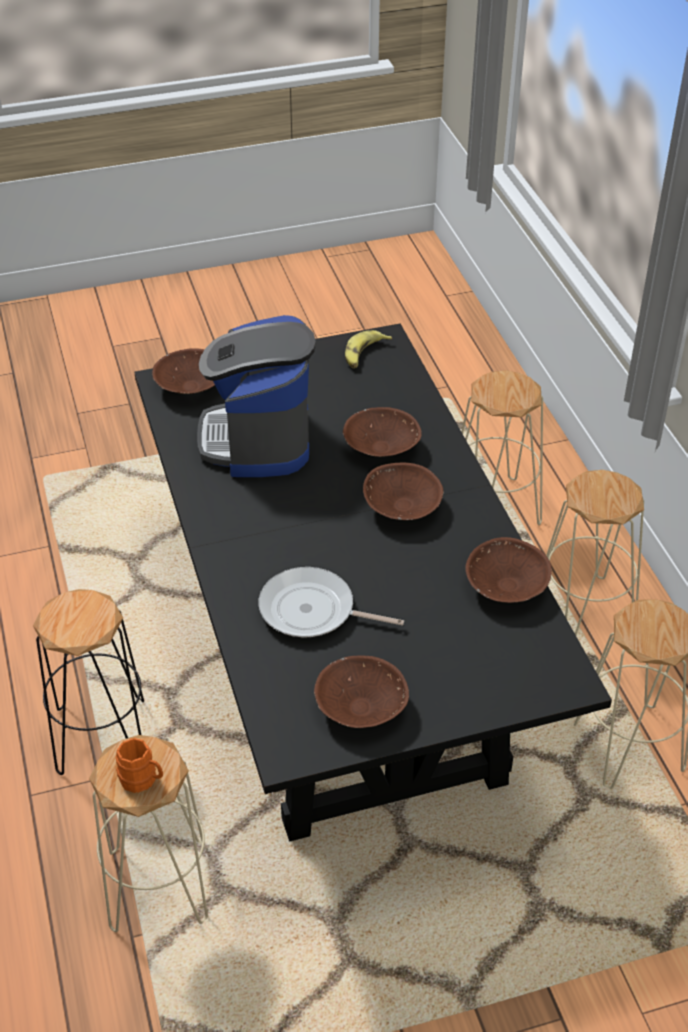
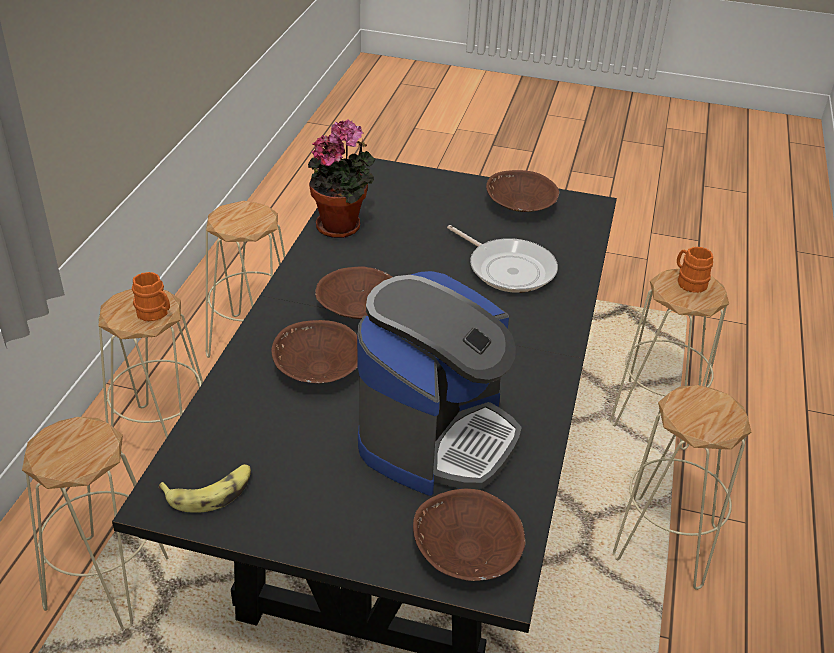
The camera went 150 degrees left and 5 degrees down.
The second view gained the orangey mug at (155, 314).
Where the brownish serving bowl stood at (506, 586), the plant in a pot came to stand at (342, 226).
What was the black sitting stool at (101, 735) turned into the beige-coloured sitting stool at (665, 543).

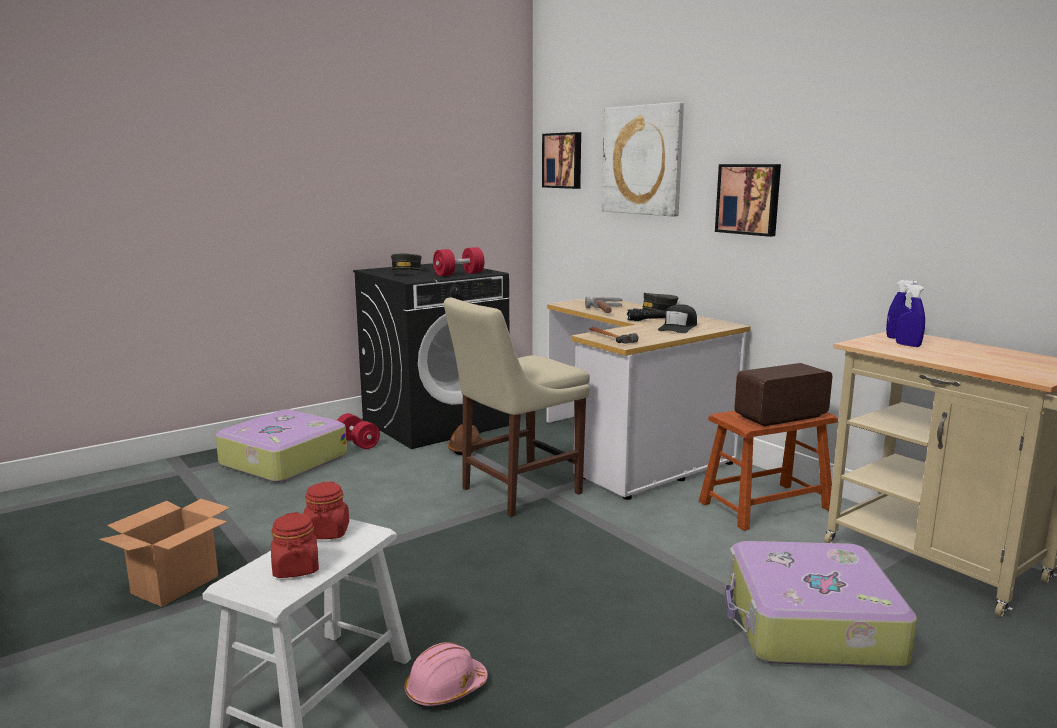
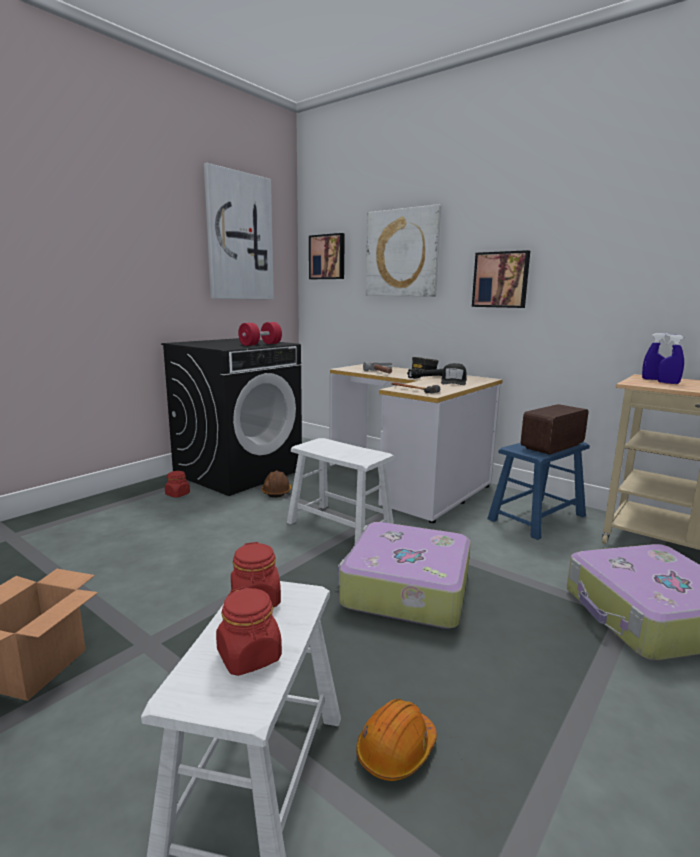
The camera went 15 degrees left and 0 degrees up.
Where the reddish free weight stood at (357, 443), the reddish preserve jar came to stand at (177, 494).
The second view gained the picture at (239, 237).
Where the beige-coloured upright chair stood at (516, 492), the white-coloured sitting stool came to stand at (340, 525).
The travel case ended up elsewhere, having gone from (282, 460) to (405, 589).
What was the pink-coloured work helmet at (445, 689) turned into the orangey work helmet at (396, 750).
What was the brownish sitting stool at (765, 506) turned into the blue-coloured sitting stool at (537, 517).
The second view lost the gray peaked cap at (406, 272).

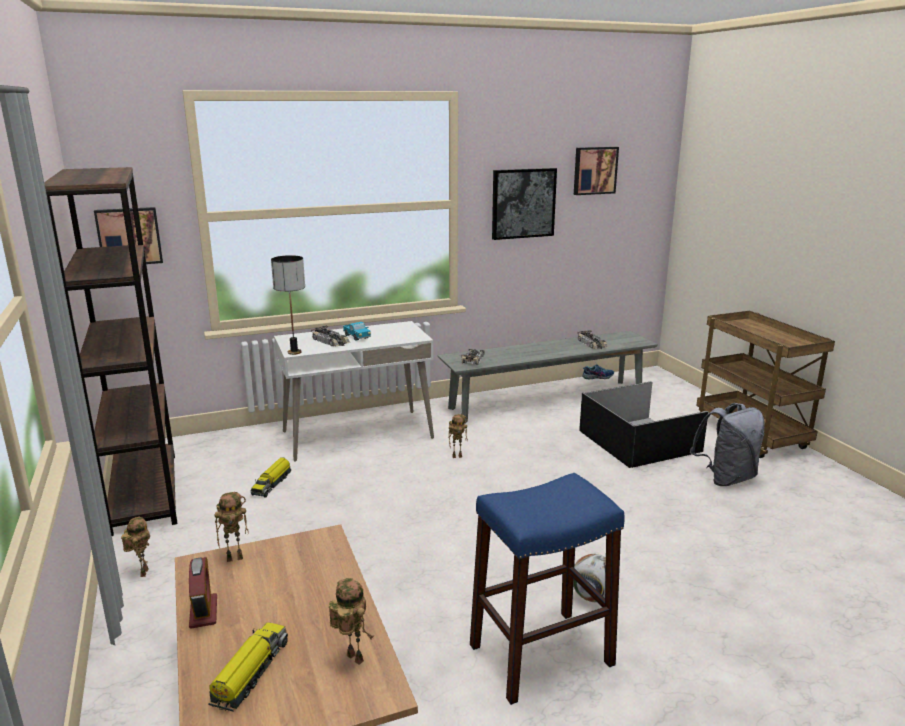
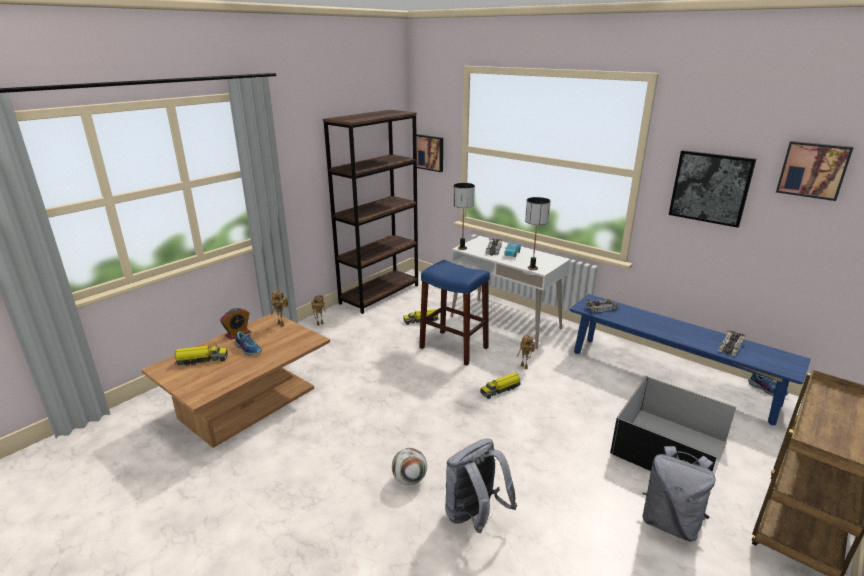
The camera went 60 degrees right and 5 degrees up.
The second view gained the low shoe at (248, 348).
The blue-coloured sitting stool ended up elsewhere, having gone from (540, 655) to (453, 347).
The second view gained the gray knapsack at (474, 516).
The second view gained the toy truck at (500, 389).
The second view gained the tabletop lamp at (532, 268).
What was the gray long seat at (547, 401) turned into the blue-coloured long seat at (669, 377).
The second view lost the model robot at (352, 659).

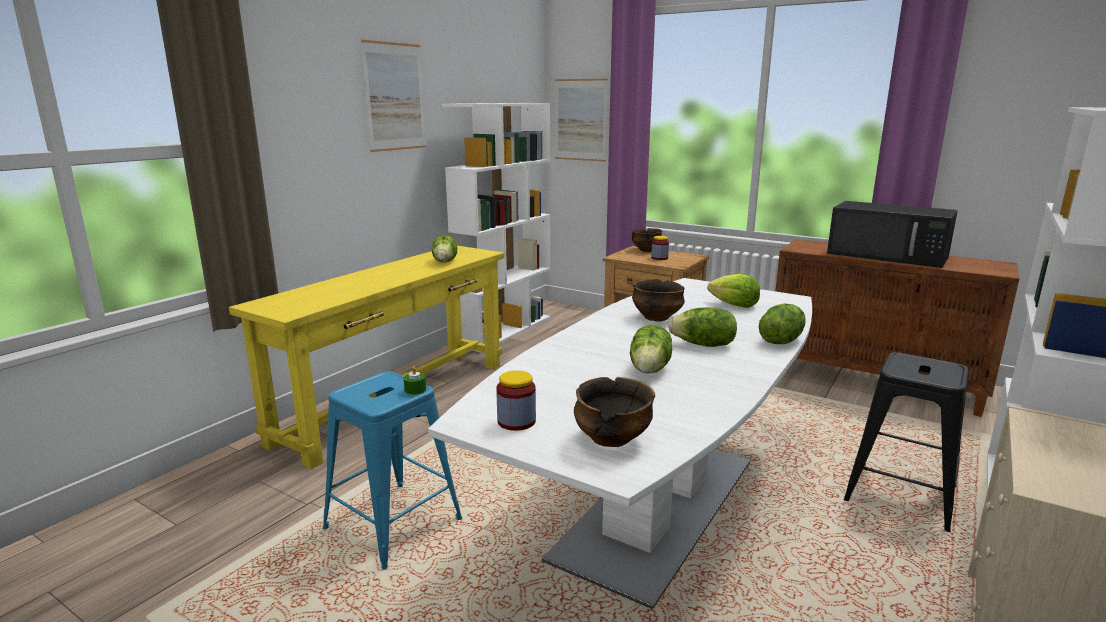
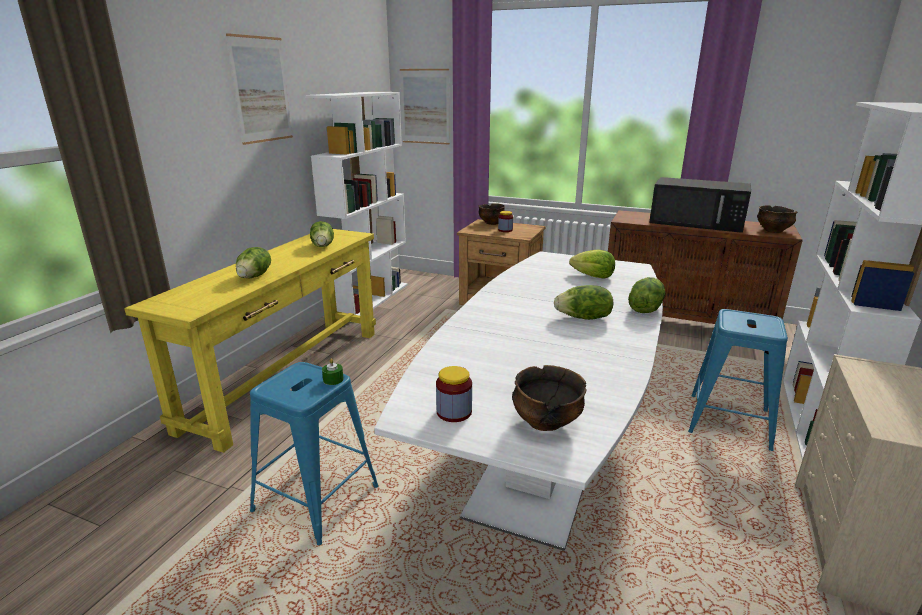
The camera went 10 degrees left and 5 degrees up.
The lettuce head ended up elsewhere, having gone from (650, 369) to (255, 276).
What was the black sitting stool at (900, 493) turned into the blue-coloured sitting stool at (728, 421).
The serving bowl ended up elsewhere, having gone from (656, 317) to (773, 231).

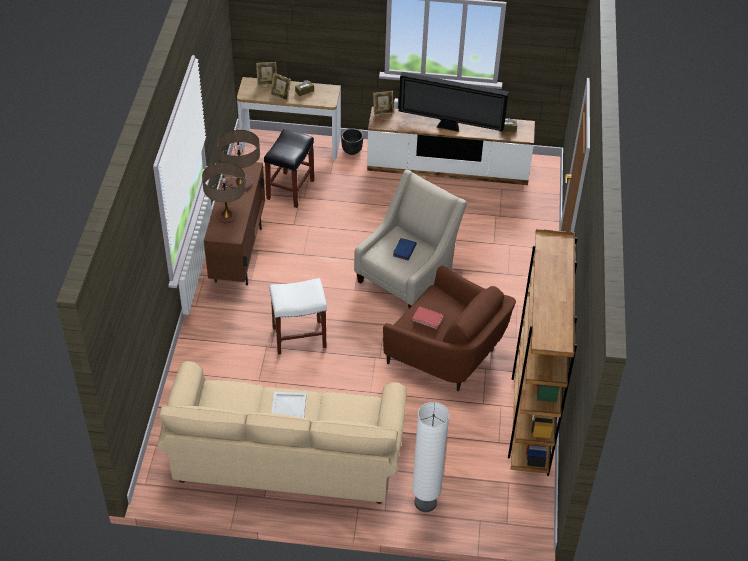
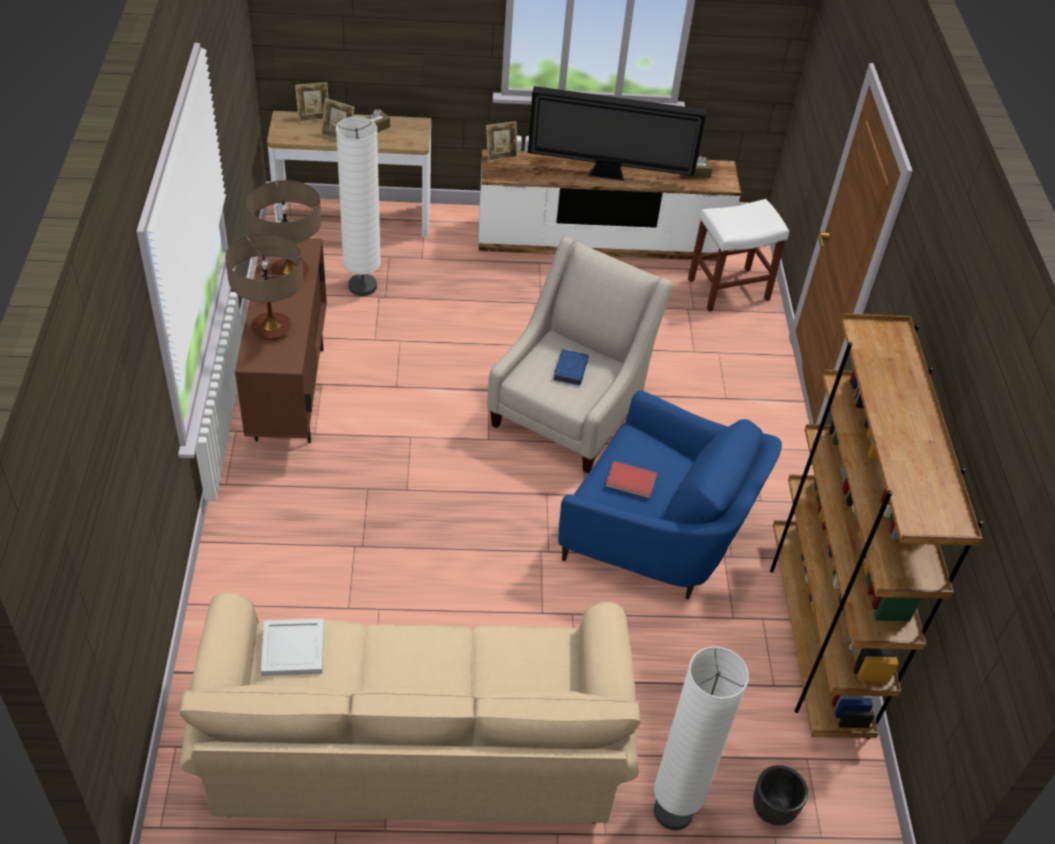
The camera went 10 degrees left and 0 degrees up.
The white-coloured serving tray ended up elsewhere, having gone from (288, 408) to (292, 650).
Where the black sitting stool stood at (290, 190), the white-coloured standing lamp came to stand at (362, 286).
What was the brownish armchair at (447, 355) turned into the blue-coloured armchair at (657, 537).
The white-coloured sitting stool ended up elsewhere, having gone from (300, 336) to (729, 289).
The black flower pot ended up elsewhere, having gone from (352, 150) to (772, 809).

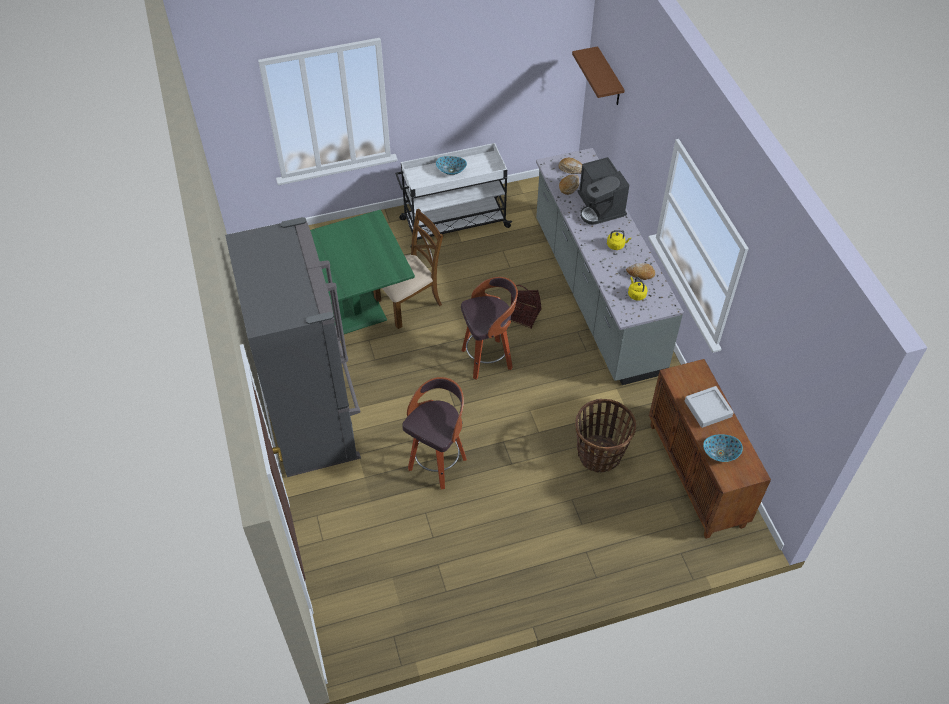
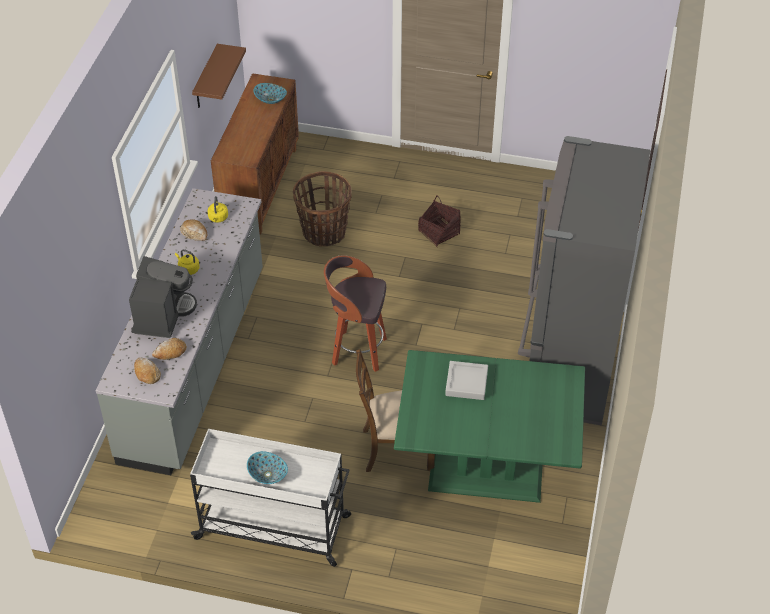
The camera went 150 degrees left and 5 degrees down.
The brownish shelf ended up elsewhere, having gone from (609, 78) to (206, 78).
The household basket ended up elsewhere, having gone from (523, 315) to (439, 232).
The gray serving tray ended up elsewhere, having gone from (708, 409) to (466, 383).
The second view lost the sitting stool at (438, 463).

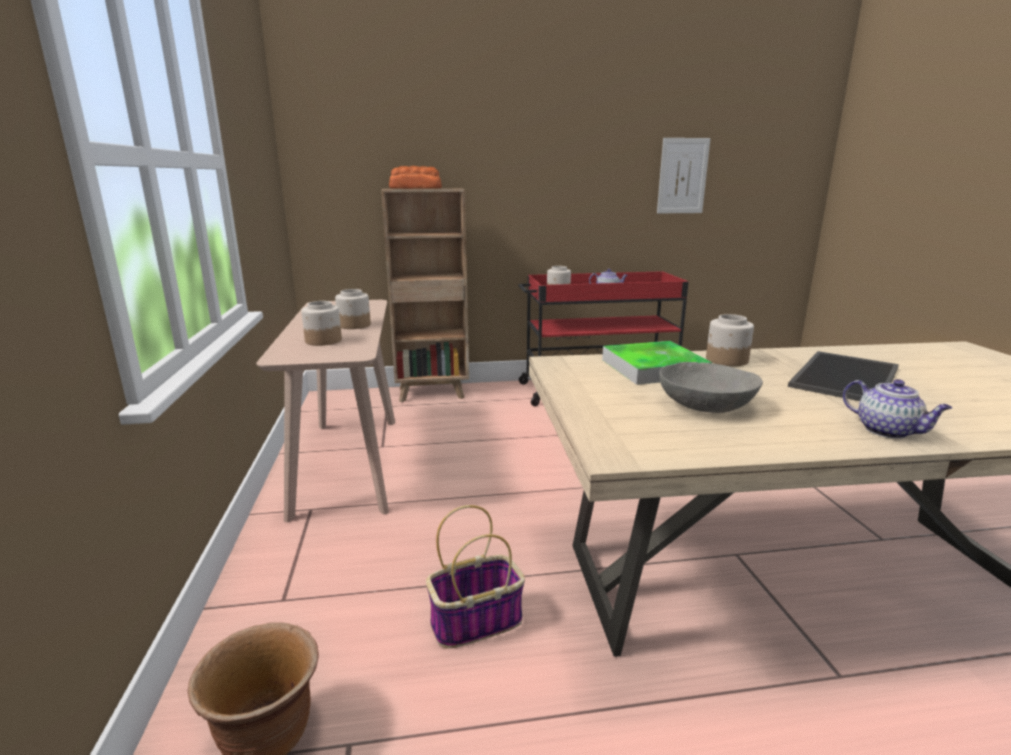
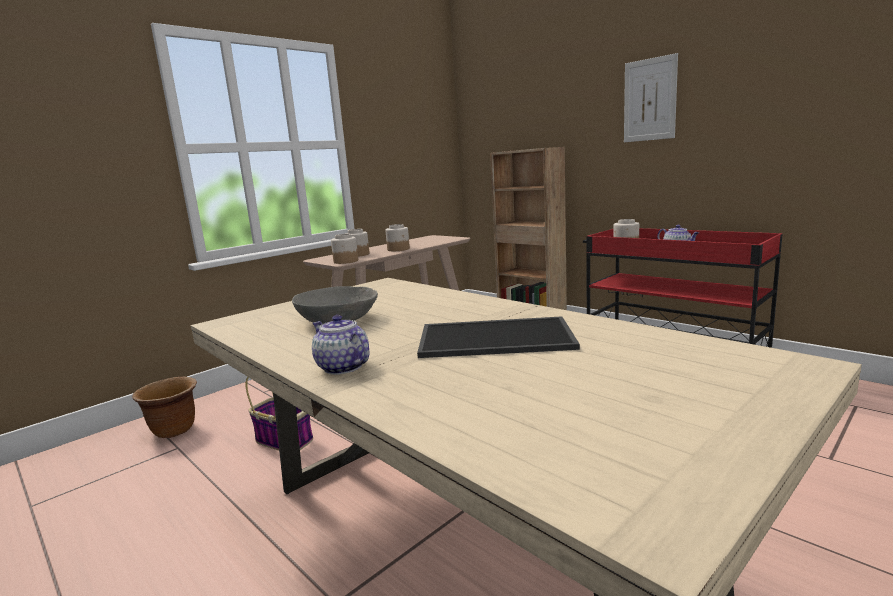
The camera went 55 degrees right and 5 degrees down.
The pot for tea at (888, 431) ended up facing another way, 120 degrees clockwise from before.
The preserve jar ended up elsewhere, having gone from (726, 360) to (345, 261).
The picture ended up elsewhere, having gone from (682, 176) to (649, 100).
The second view lost the bakery bread at (415, 188).
The second view lost the serving tray at (653, 368).

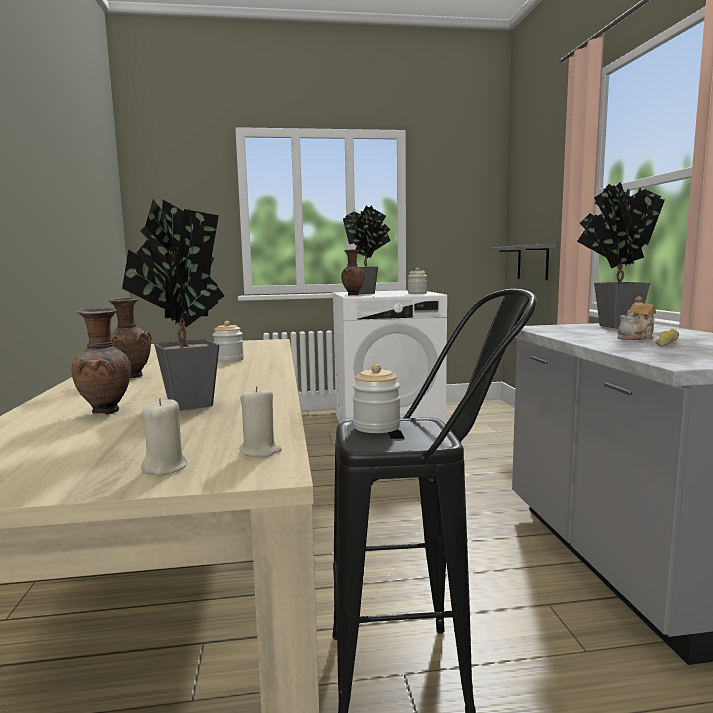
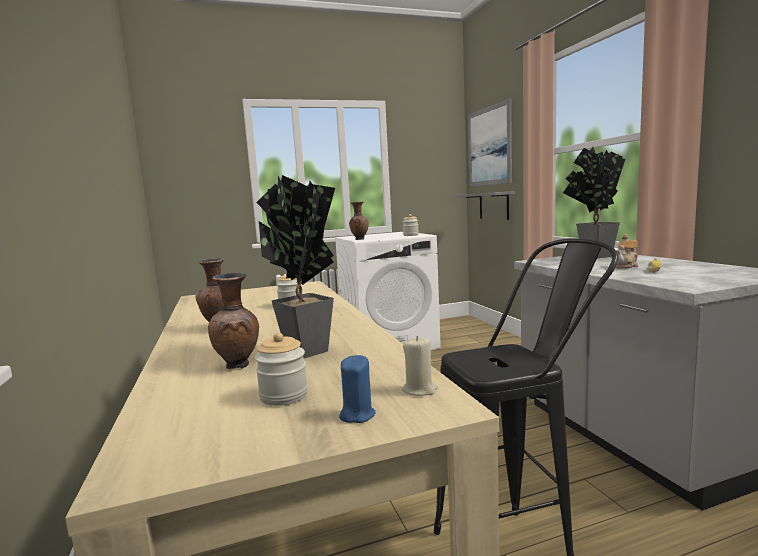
The camera went 10 degrees left and 0 degrees up.
The preserve jar ended up elsewhere, having gone from (376, 427) to (284, 396).
What was the beige-coloured candle at (165, 468) turned into the blue-coloured candle at (357, 415).
The second view gained the picture at (489, 146).
The second view lost the plant in a pot at (369, 293).

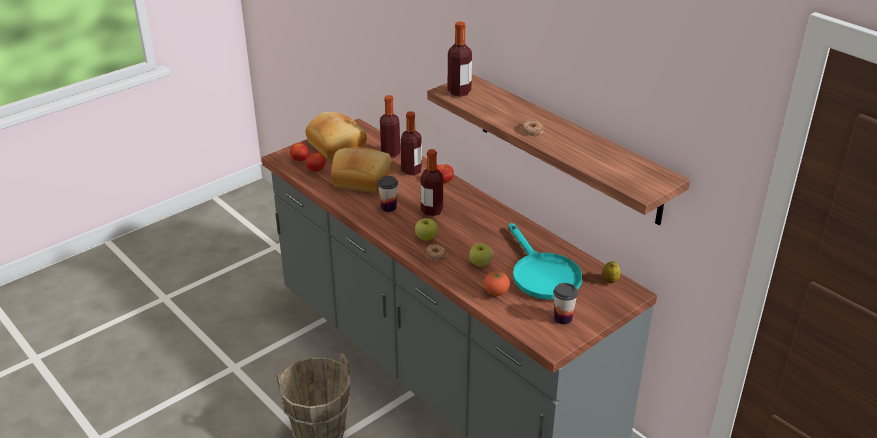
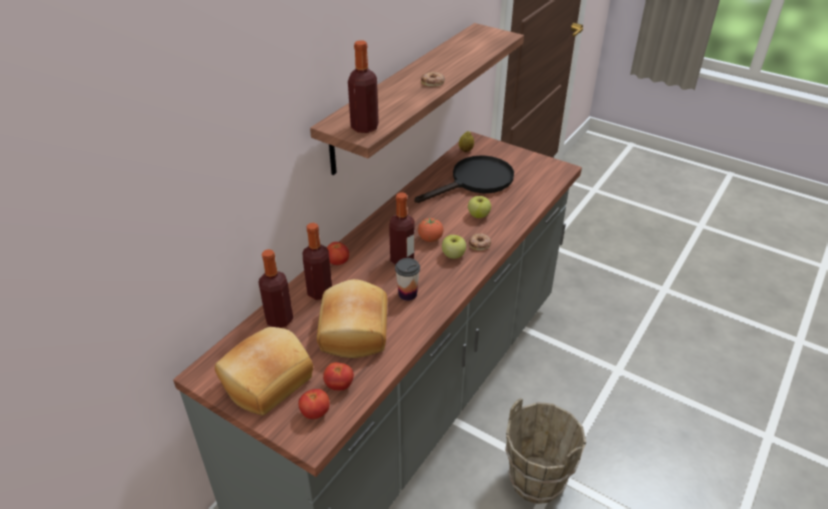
The camera went 105 degrees left and 5 degrees up.
What was the turquoise-coloured pan at (541, 274) turned into the black pan at (475, 182).
The tomato ended up elsewhere, having gone from (496, 292) to (430, 239).
The second view lost the cup at (563, 318).

